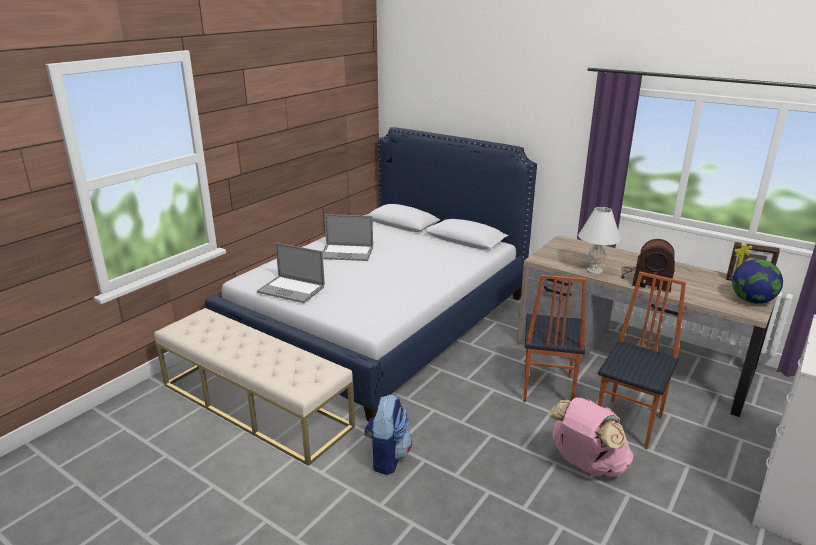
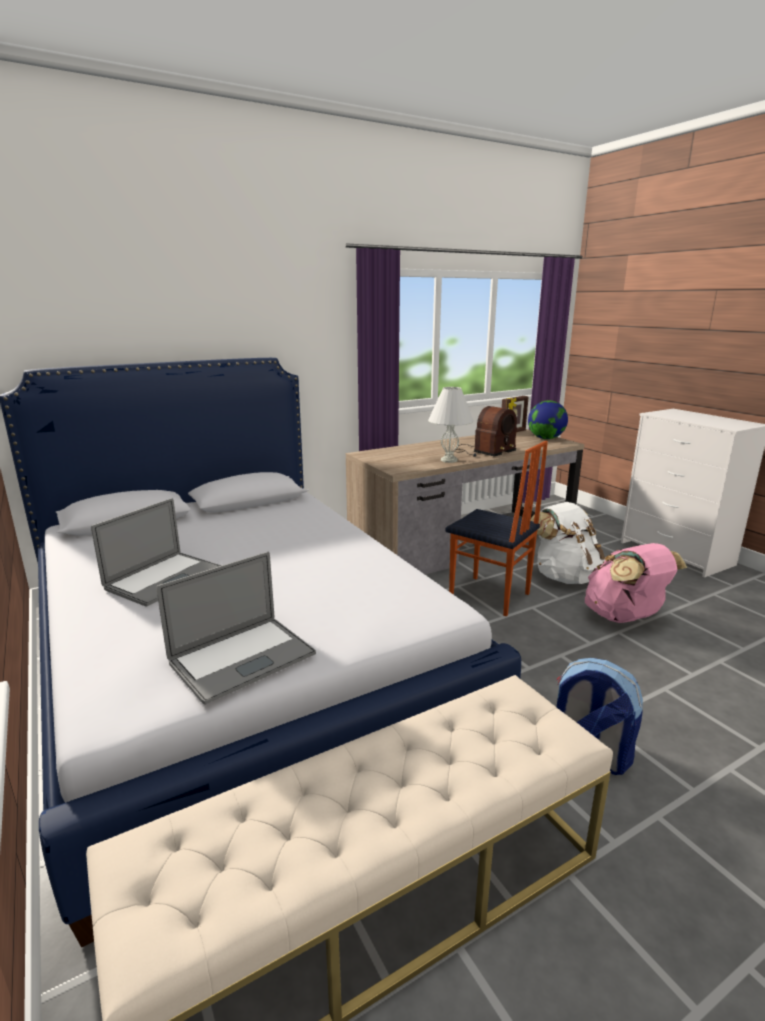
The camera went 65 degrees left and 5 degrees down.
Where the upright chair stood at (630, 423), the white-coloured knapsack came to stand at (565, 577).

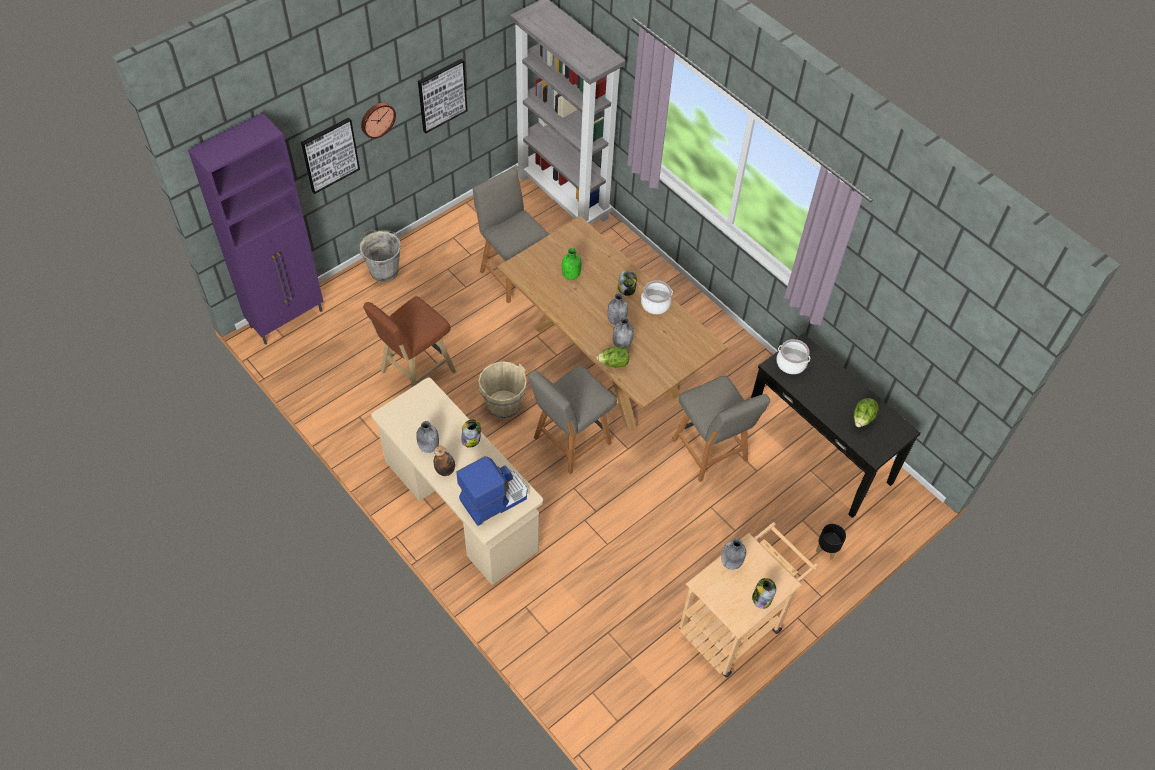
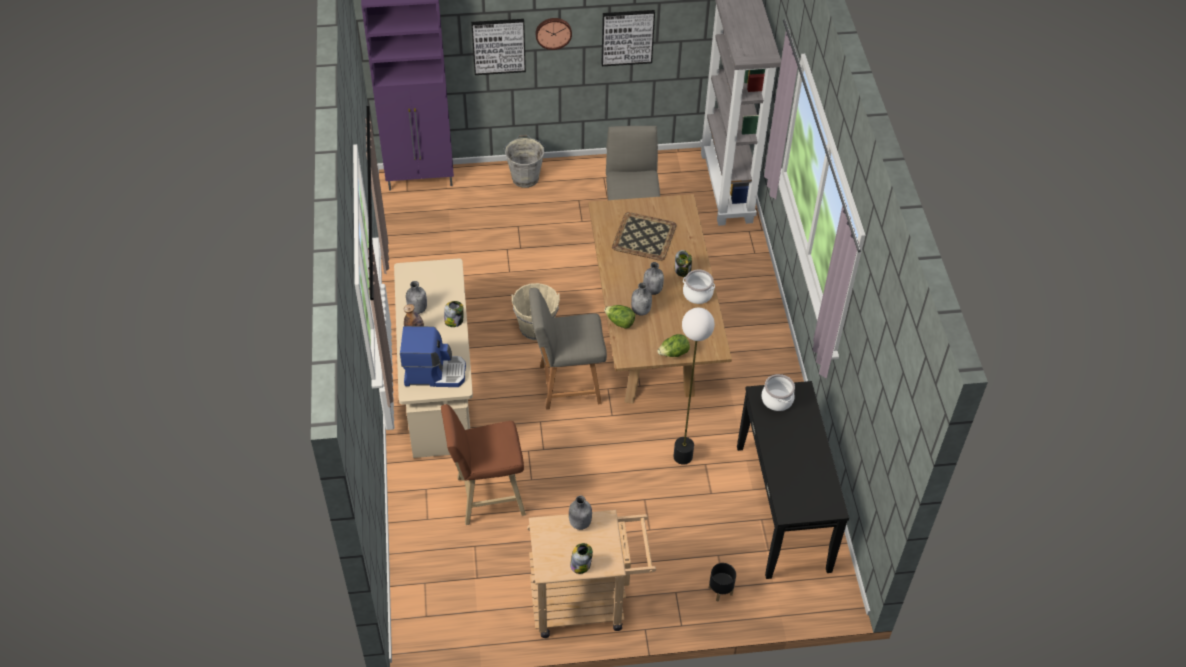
The camera went 35 degrees right and 5 degrees down.
The brownish sitting stool ended up elsewhere, having gone from (415, 374) to (487, 496).
Where the green-coloured drink bottle stood at (571, 275), the serving tray came to stand at (644, 237).
The lettuce head ended up elsewhere, having gone from (862, 419) to (673, 353).
Where the gray upright chair stood at (711, 452), the standing lamp came to stand at (682, 456).

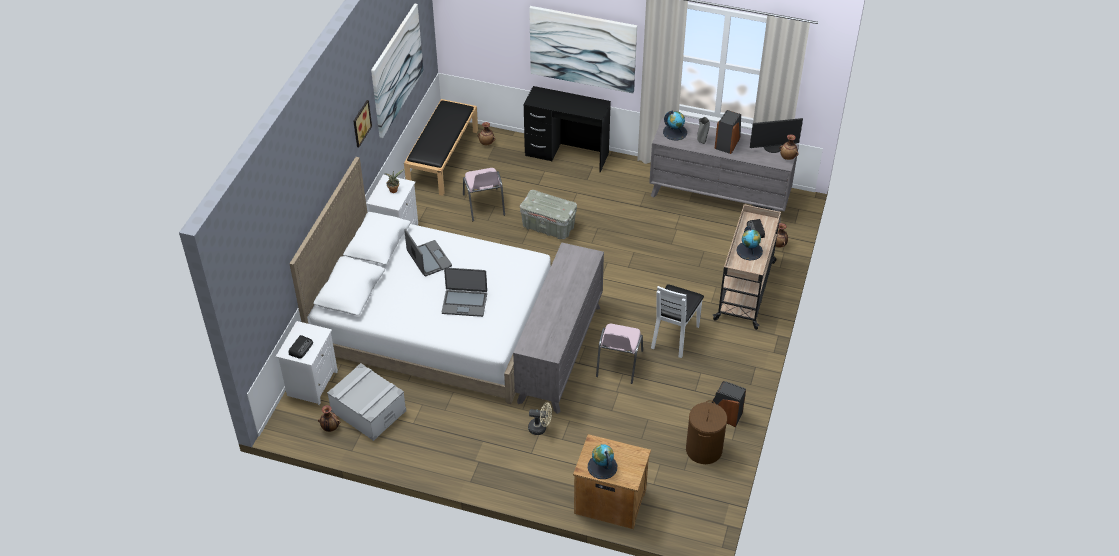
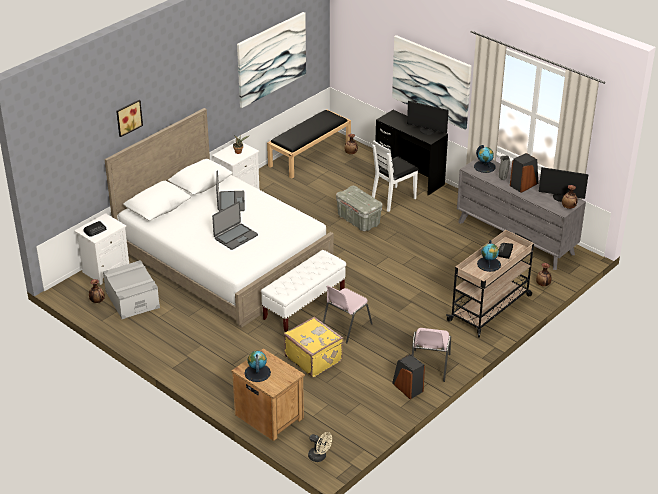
The camera went 25 degrees right and 10 degrees down.
The picture ended up elsewhere, having gone from (360, 123) to (128, 117).
The laptop at (464, 303) ended up facing another way, 75 degrees counterclockwise from before.
Where the gray dresser stood at (559, 353), the white-coloured long seat came to stand at (304, 305).
The second view gained the yellow travel case at (314, 358).
The beige-coloured cooling fan ended up elsewhere, having gone from (540, 428) to (319, 457).
The white-coloured upright chair ended up elsewhere, having gone from (674, 336) to (393, 199).
The second view gained the computer display at (427, 131).
The pink-coloured upright chair ended up elsewhere, having gone from (484, 205) to (429, 366).
The second view lost the brownish hamper at (704, 449).

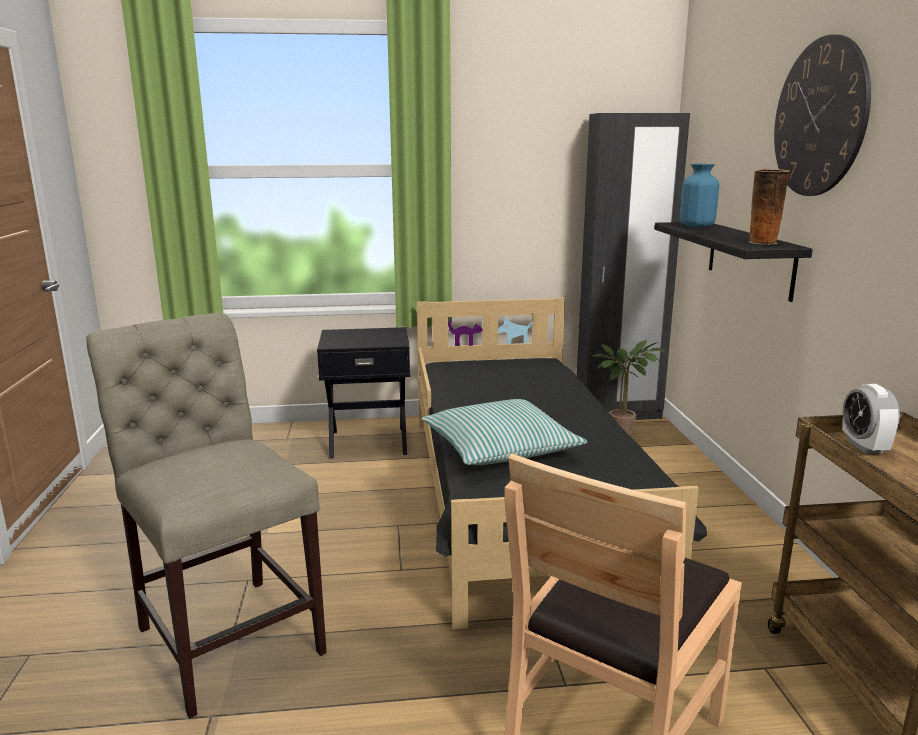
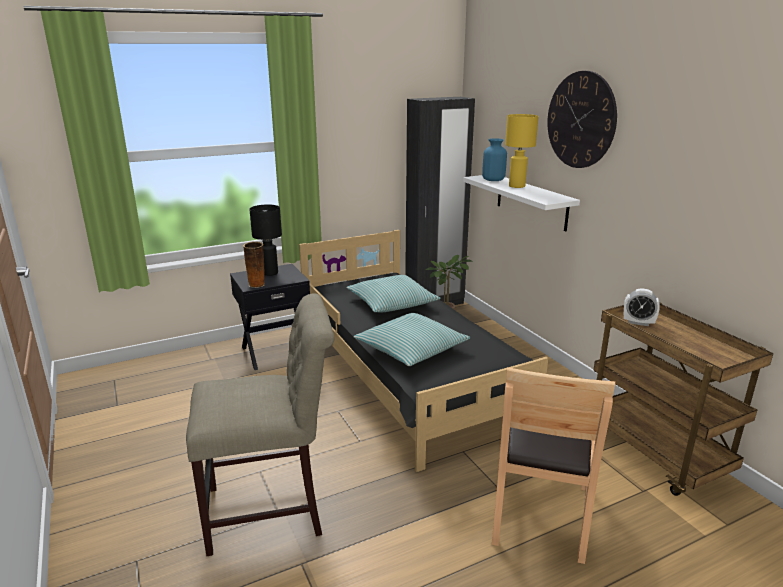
The camera went 20 degrees left and 5 degrees up.
The beige-coloured upright chair at (226, 633) ended up facing another way, 135 degrees clockwise from before.
The flower vase ended up elsewhere, having gone from (763, 242) to (257, 285).
The second view gained the black tabletop lamp at (270, 273).
The second view gained the pillow at (392, 303).
What was the black shelf at (749, 258) turned into the white-coloured shelf at (531, 201).
The second view gained the yellow tabletop lamp at (517, 186).
The bedside clock at (864, 446) ended up facing another way, 45 degrees counterclockwise from before.

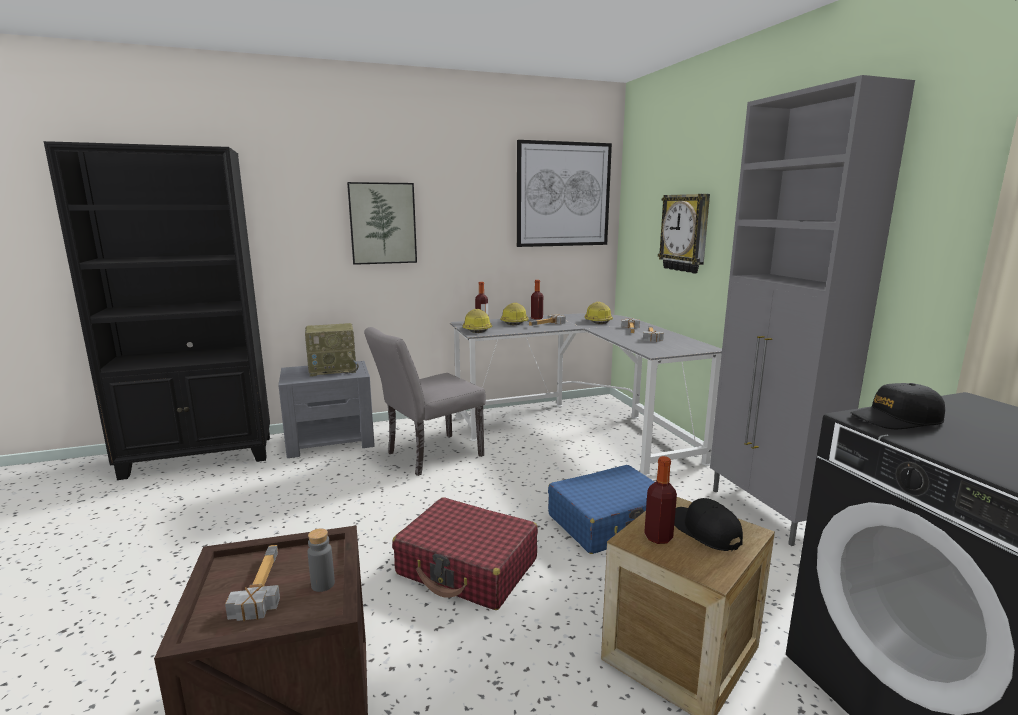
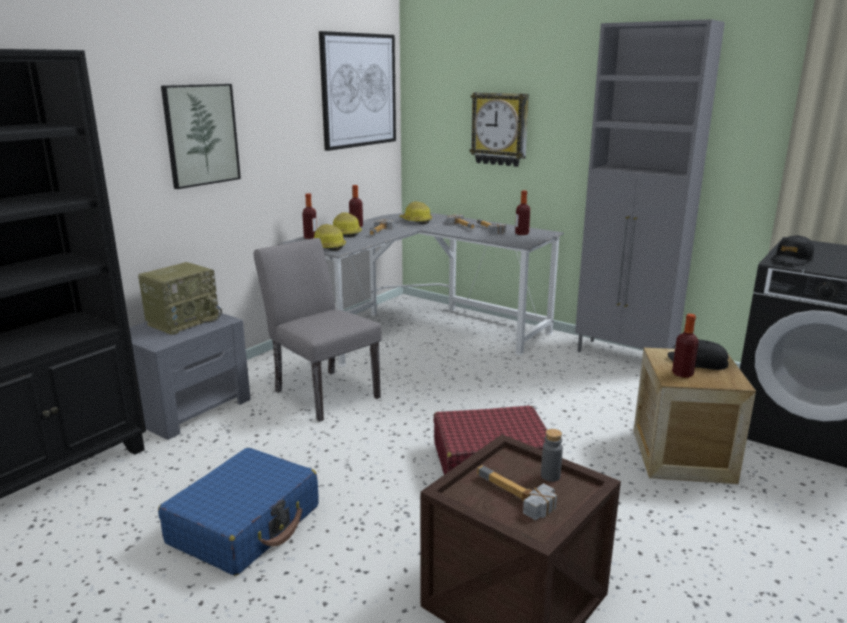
The camera went 35 degrees left and 5 degrees up.
The blue-coloured travel case ended up elsewhere, having gone from (610, 522) to (245, 524).
The gray upright chair at (428, 456) ended up facing another way, 120 degrees clockwise from before.
The second view gained the drink bottle at (521, 234).

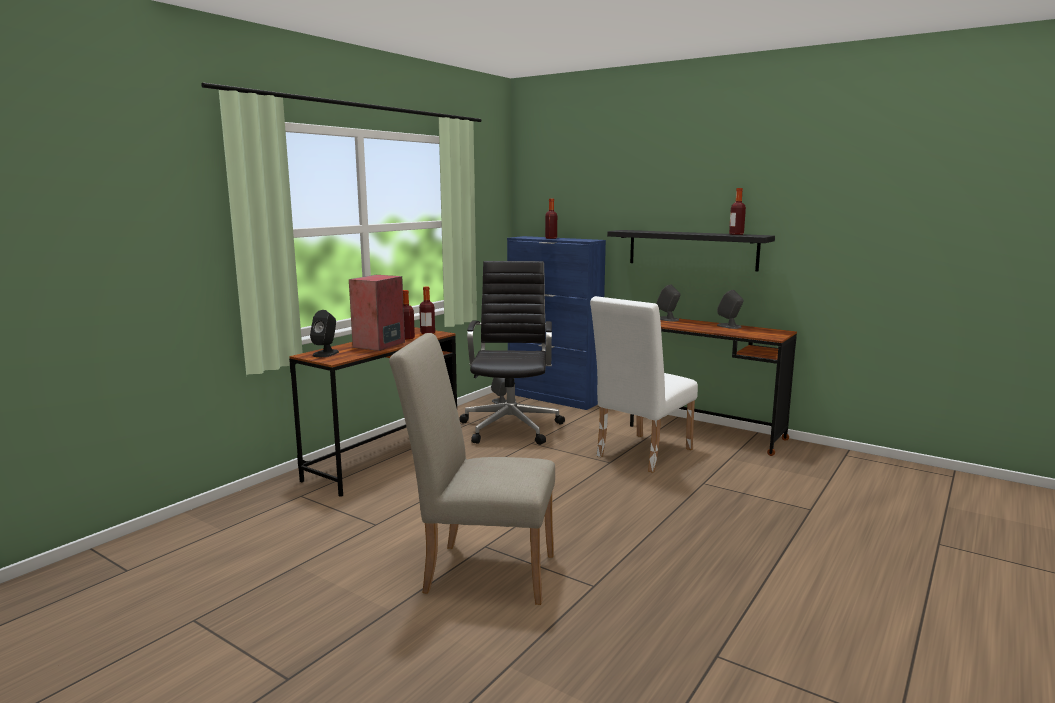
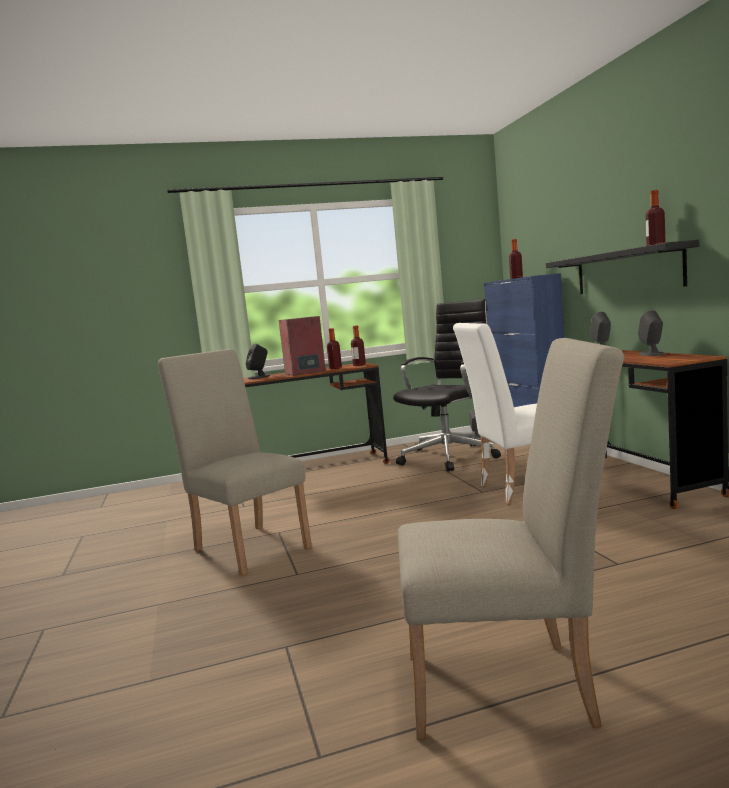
The camera went 40 degrees right and 5 degrees down.
The second view gained the beige-coloured upright chair at (513, 686).

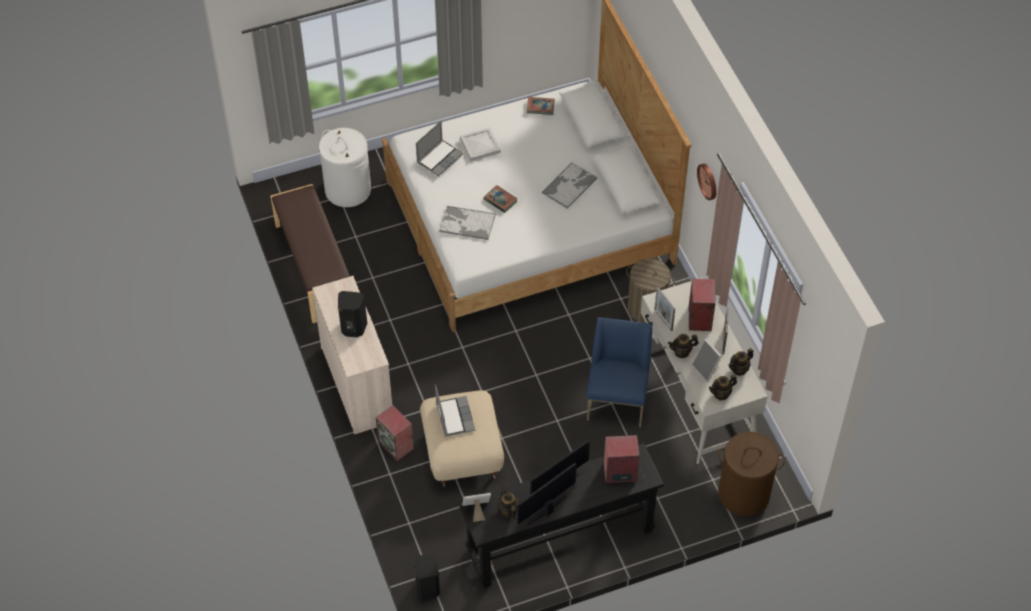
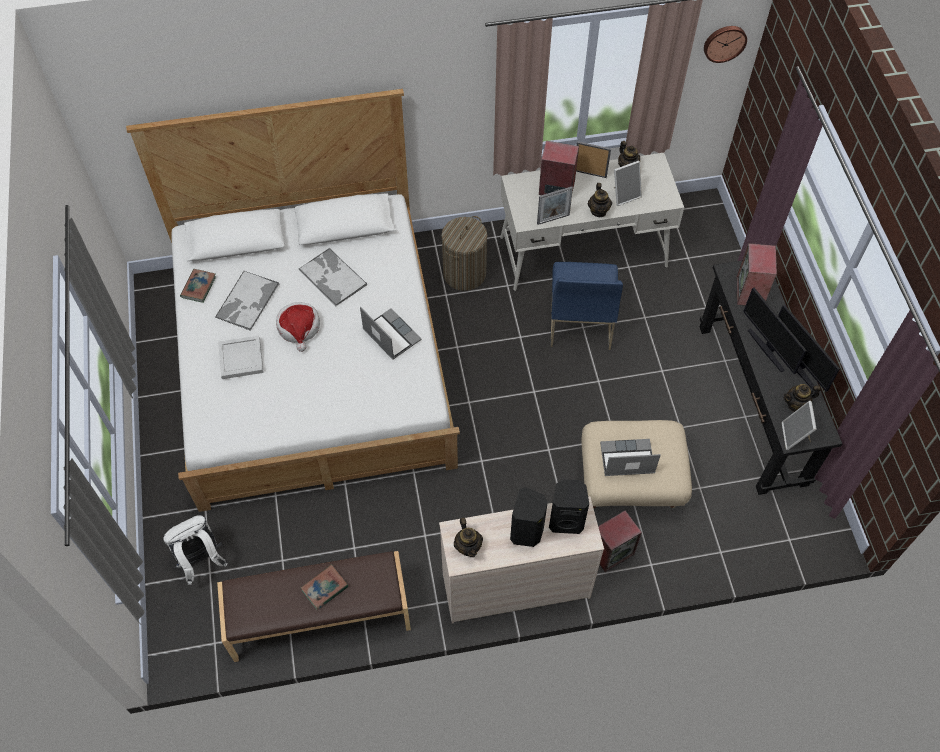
The camera went 80 degrees left and 5 degrees up.
Where the white-coloured hamper stood at (347, 190), the white-coloured knapsack came to stand at (201, 560).
The serving tray ended up elsewhere, having gone from (467, 223) to (247, 301).
The second view gained the clothing hat at (299, 328).
The volume ended up elsewhere, having gone from (500, 200) to (324, 588).
The laptop ended up elsewhere, having gone from (439, 158) to (390, 335).
The pot for tea ended up elsewhere, having gone from (721, 394) to (468, 547).
The black speaker ended up elsewhere, having gone from (428, 589) to (566, 520).
The blue-coloured upright chair at (617, 400) ended up facing another way, 105 degrees counterclockwise from before.
The clock on the wall ended up elsewhere, having gone from (708, 181) to (724, 42).
The second view lost the brownish hamper at (743, 494).

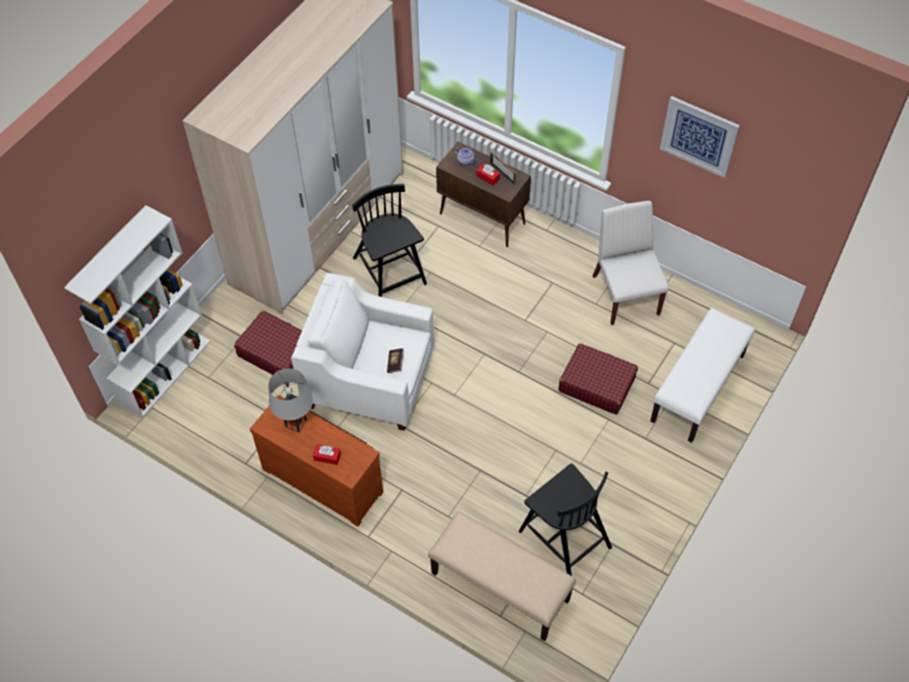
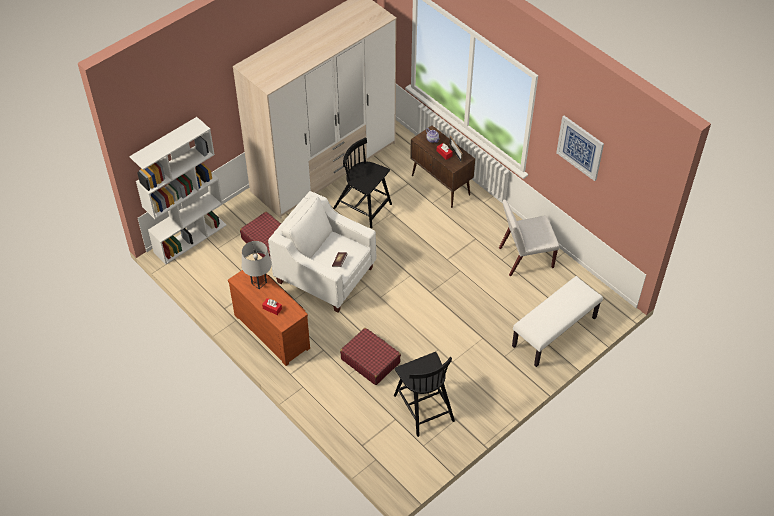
The camera went 15 degrees right and 5 degrees down.
The black upright chair at (390, 272) ended up facing another way, 45 degrees counterclockwise from before.
The reddish travel case ended up elsewhere, having gone from (596, 384) to (370, 360).
The white-coloured upright chair at (625, 294) ended up facing another way, 105 degrees counterclockwise from before.
The second view lost the beige-coloured long seat at (499, 587).

